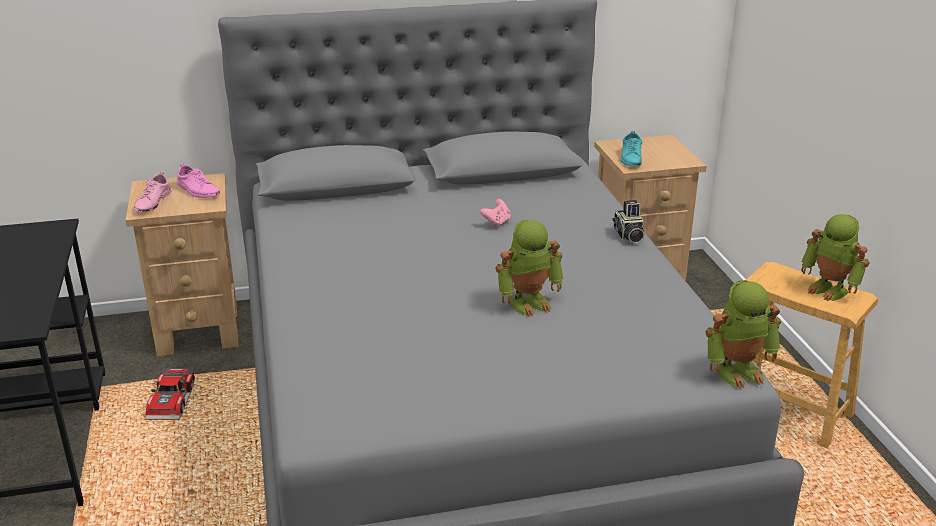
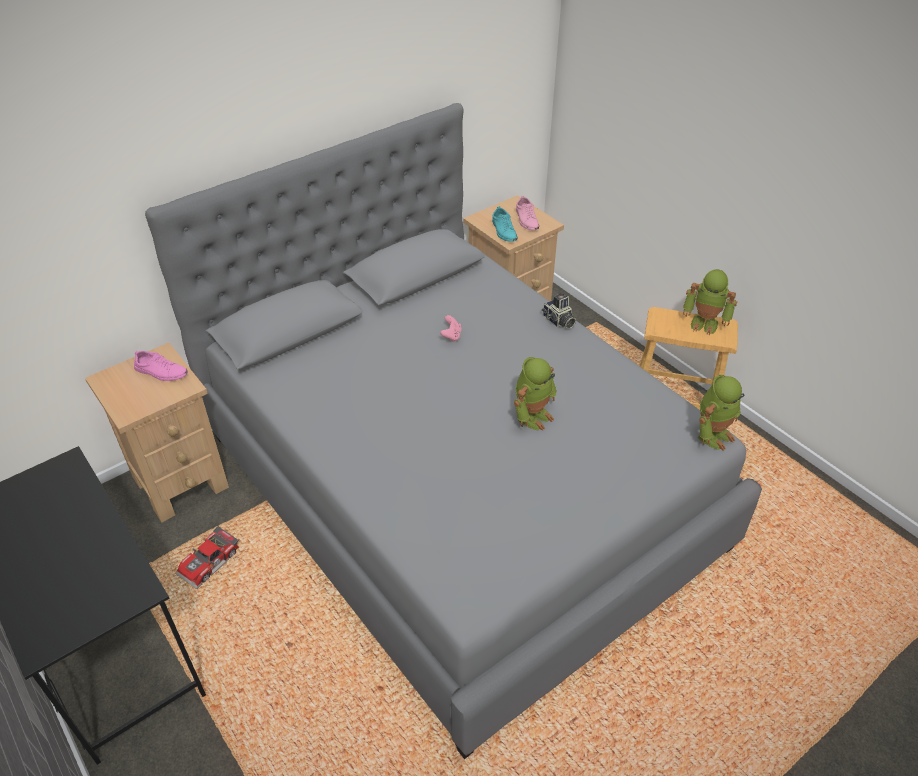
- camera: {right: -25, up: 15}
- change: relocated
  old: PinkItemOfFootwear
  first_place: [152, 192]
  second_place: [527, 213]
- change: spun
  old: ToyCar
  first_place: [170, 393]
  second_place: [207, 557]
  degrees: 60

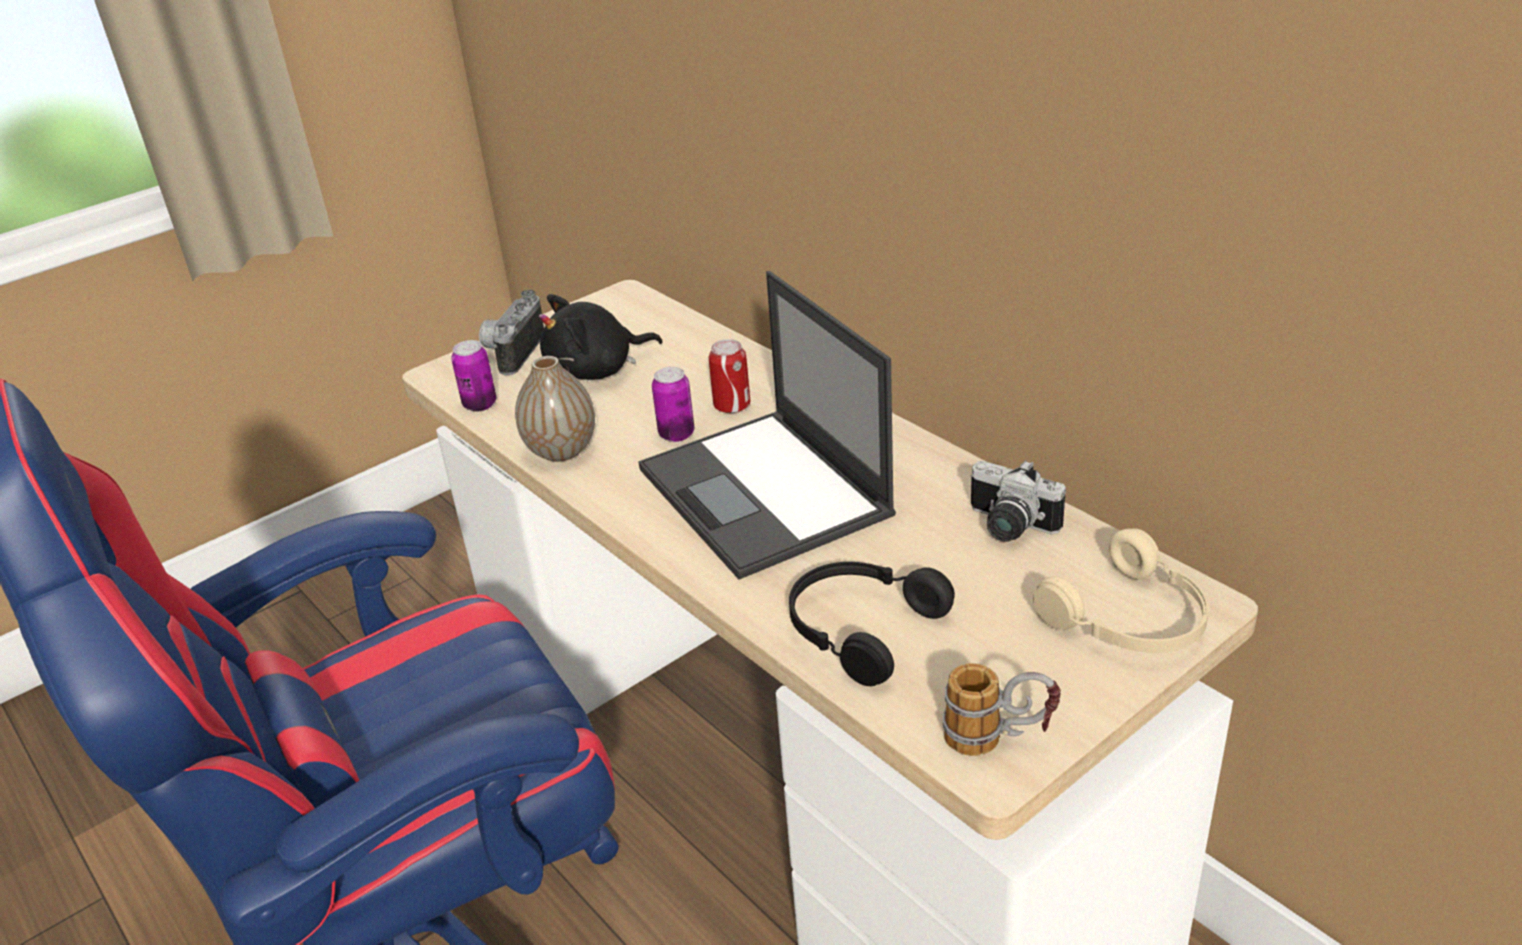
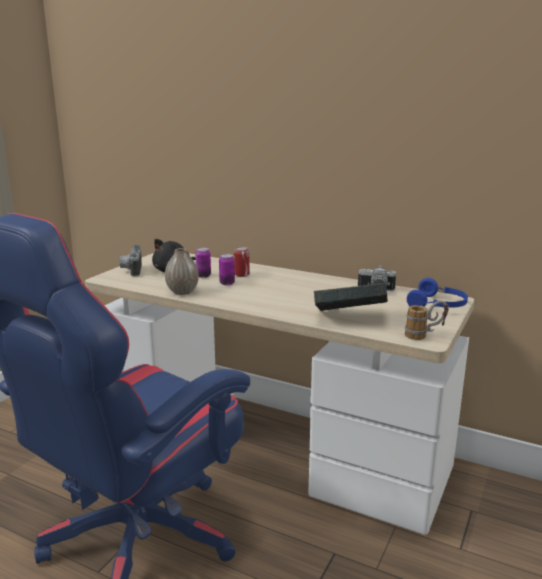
- camera: {right: -25, up: -15}
- change: missing
  old: NotebookComputer
  first_place: [767, 425]
- change: relocated
  old: SealedCan
  first_place: [473, 376]
  second_place: [203, 263]
- change: colour
  old: SandColouredPairOfHeadphones
  new: BluePairOfHeadphones
  first_place: [1121, 590]
  second_place: [437, 293]
- change: exchanged
  old: BlackColouredPairOfHeadphones
  new: Book
  first_place: [872, 624]
  second_place: [351, 297]

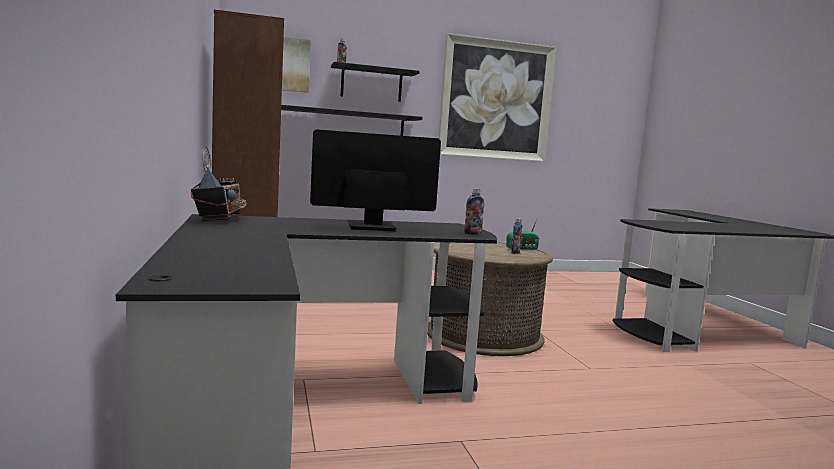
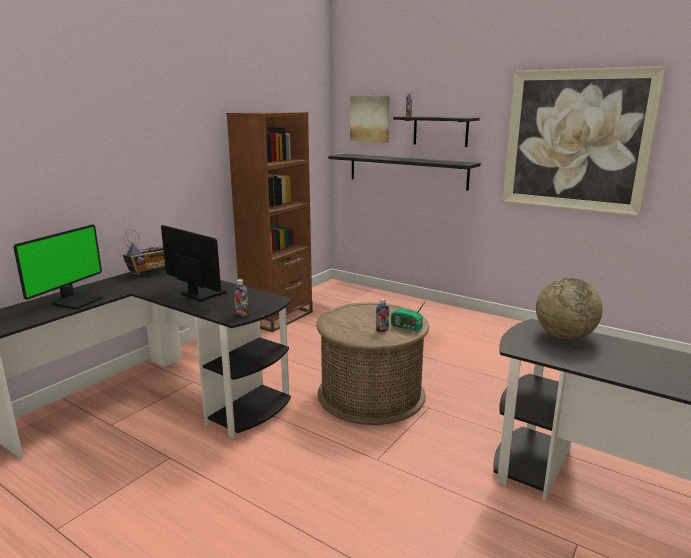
- camera: {right: 50, up: 10}
- change: appeared
  new: ComputerDisplay
  second_place: [58, 267]
- change: appeared
  new: DeskGlobe
  second_place: [569, 309]

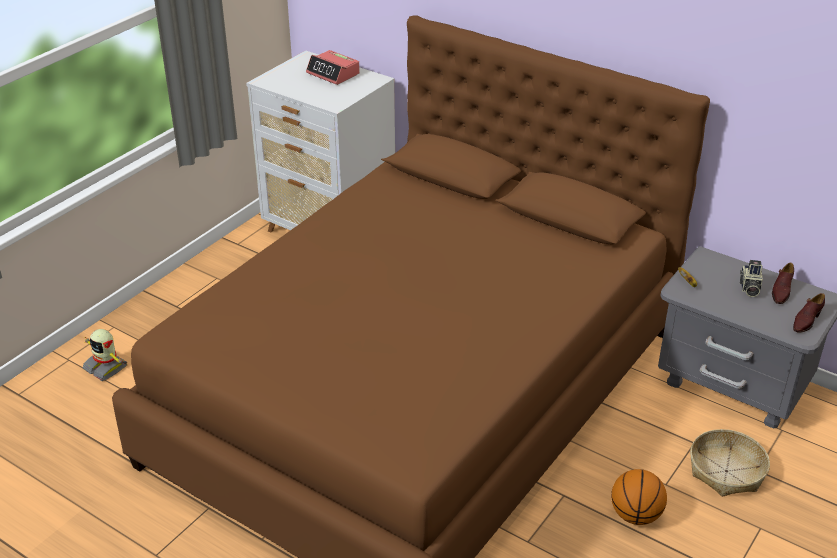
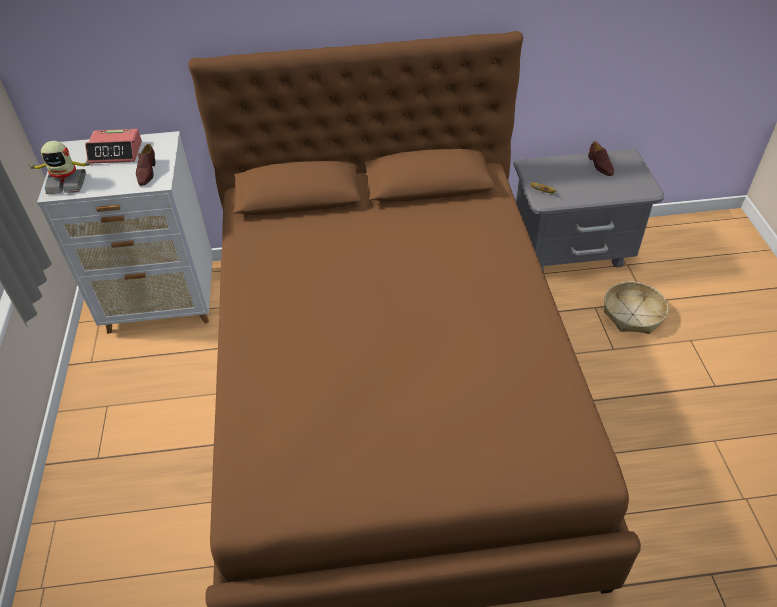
- camera: {right: -40, up: 10}
- change: missing
  old: PhotoCamera
  first_place: [751, 278]
- change: relocated
  old: BrownColouredItemOfFootwear
  first_place: [809, 313]
  second_place: [146, 165]
- change: relocated
  old: ToyRobot
  first_place: [104, 355]
  second_place: [59, 167]
- change: missing
  old: Basketball
  first_place: [639, 497]

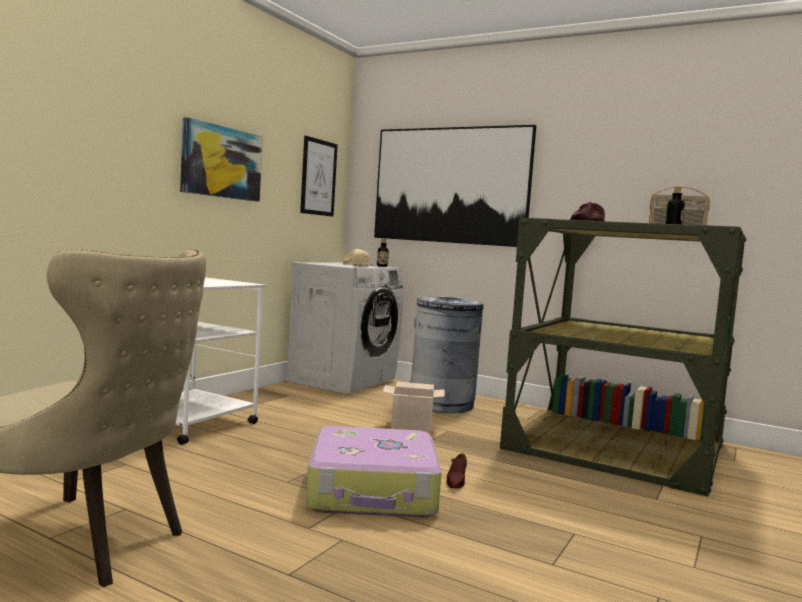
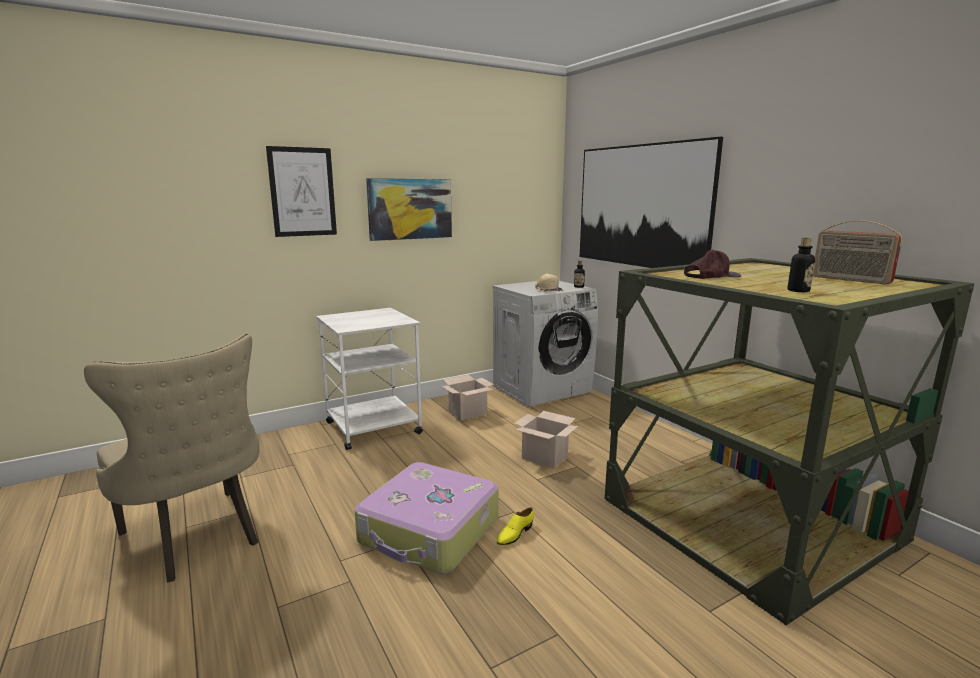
- camera: {right: 30, up: 10}
- change: relocated
  old: Picture
  first_place: [319, 176]
  second_place: [301, 191]
- change: missing
  old: GreyishRubbishBin
  first_place: [447, 354]
- change: colour
  old: BrownColouredItemOfFootwear
  new: YellowItemOfFootwear
  first_place: [456, 470]
  second_place: [515, 526]
- change: appeared
  new: CardboardBox
  second_place: [468, 397]

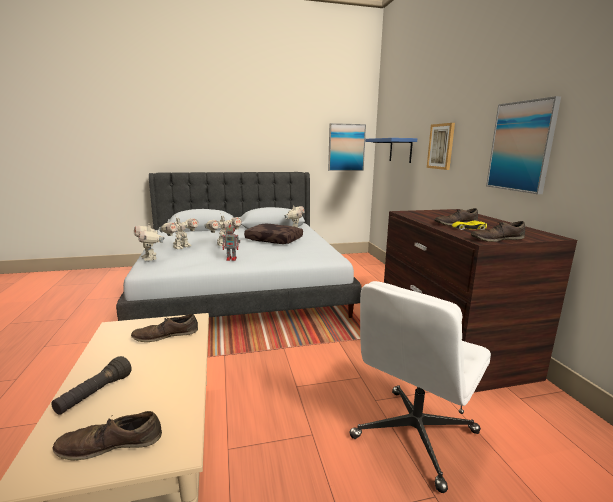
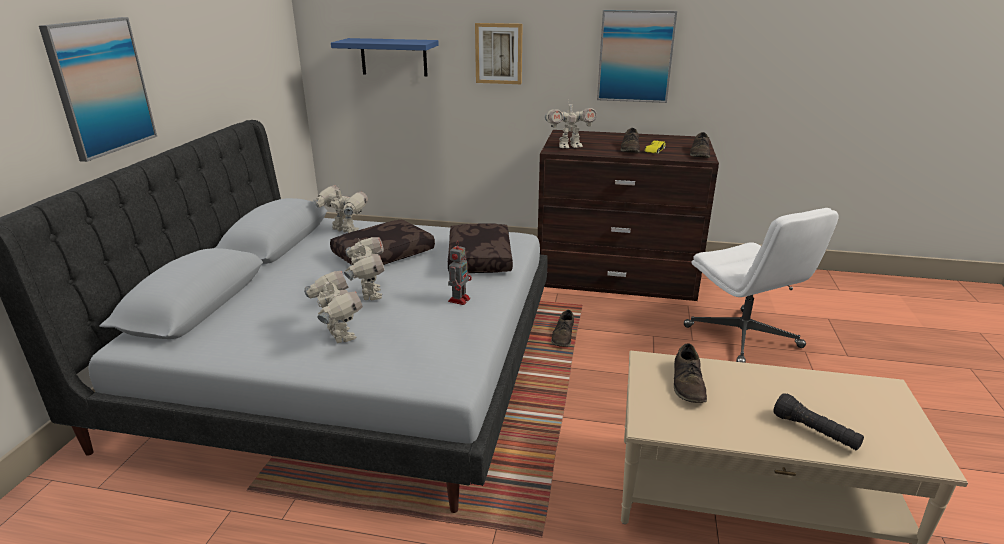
- camera: {right: -65, up: 10}
- change: relocated
  old: Picture
  first_place: [347, 147]
  second_place: [98, 89]
- change: relocated
  old: ToyRobot
  first_place: [149, 242]
  second_place: [571, 124]
- change: relocated
  old: BrownColouredItemOfFootwear
  first_place: [107, 436]
  second_place: [562, 328]
- change: appeared
  new: BrownColouredPillow
  second_place: [480, 248]

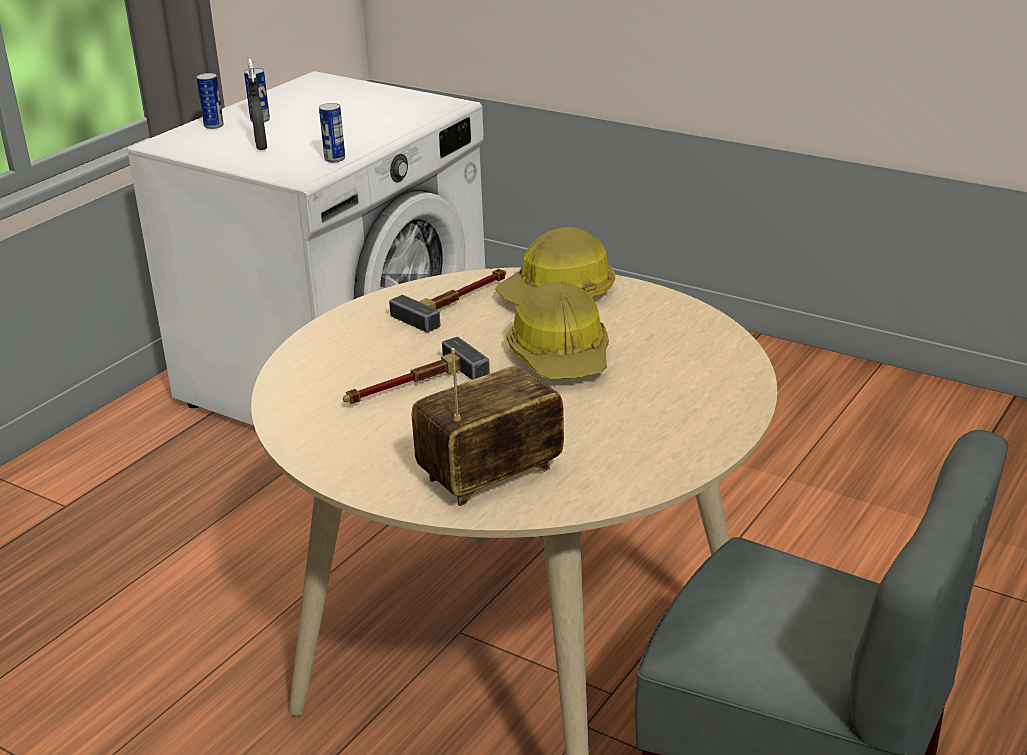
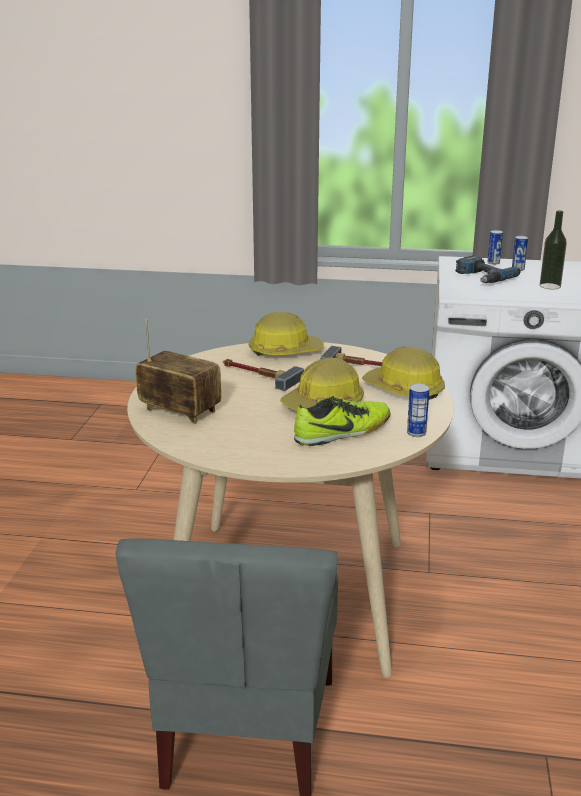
- camera: {right: 65, up: -5}
- change: exchanged
  old: GreyishHandSprayer
  new: ElectricDrill
  first_place: [257, 104]
  second_place: [487, 269]
- change: relocated
  old: SealedCan
  first_place: [332, 132]
  second_place: [418, 410]
- change: appeared
  new: Bottle
  second_place: [553, 250]
- change: appeared
  new: HardHat
  second_place: [286, 334]
- change: appeared
  new: ItemOfFootwear
  second_place: [342, 421]

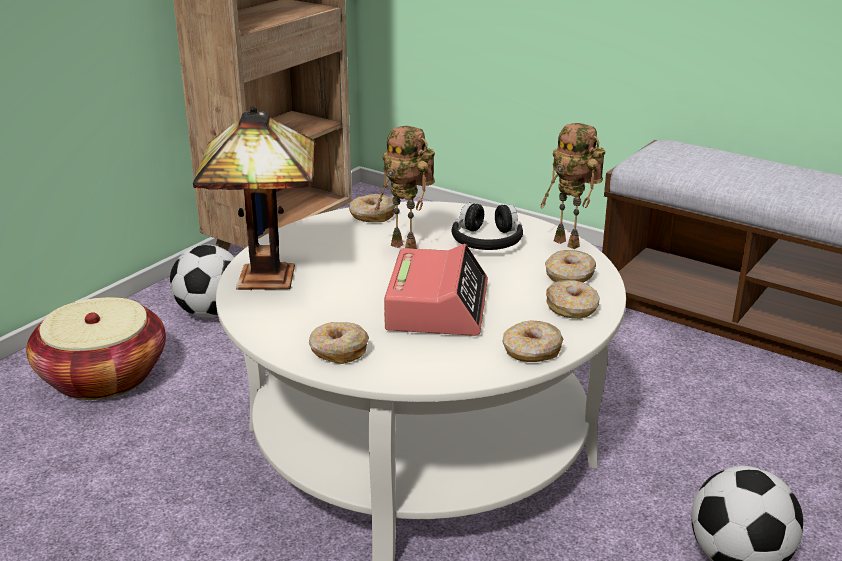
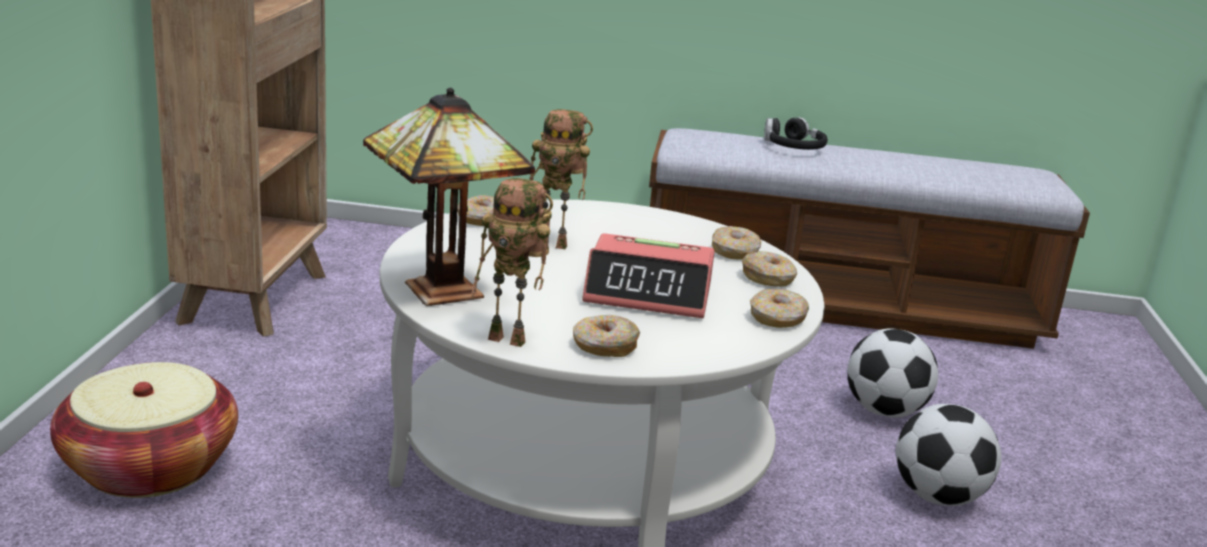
- camera: {right: -30, up: -5}
- change: relocated
  old: ToyRobot
  first_place: [572, 186]
  second_place: [512, 262]
- change: relocated
  old: BlackColouredPairOfHeadphones
  first_place: [487, 226]
  second_place: [796, 133]
- change: spun
  old: BedsideClock
  first_place: [436, 290]
  second_place: [648, 275]
  degrees: 120
- change: relocated
  old: FootballBall
  first_place: [202, 281]
  second_place: [892, 373]

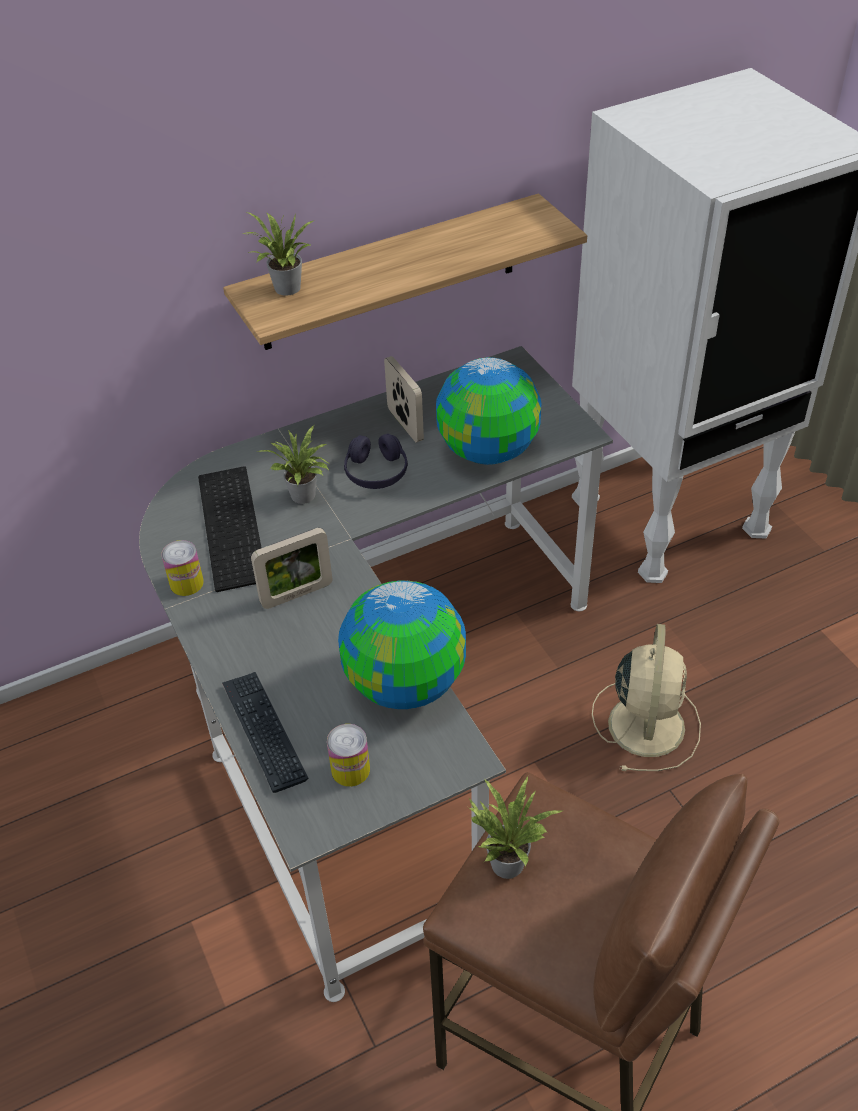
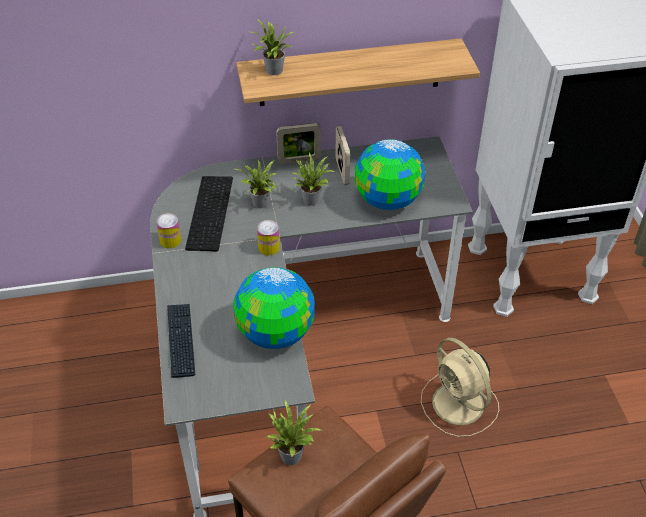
- camera: {right: 15, up: 0}
- change: exchanged
  old: PurplePairOfHeadphones
  new: Houseplant
  first_place: [376, 461]
  second_place: [314, 179]
- change: relocated
  old: StandingFrame
  first_place: [291, 568]
  second_place: [298, 143]
- change: spun
  old: SandColouredCoolingFan
  first_place: [646, 697]
  second_place: [460, 387]
  degrees: 120
- change: relocated
  old: SealedCan
  first_place: [348, 755]
  second_place: [268, 238]

